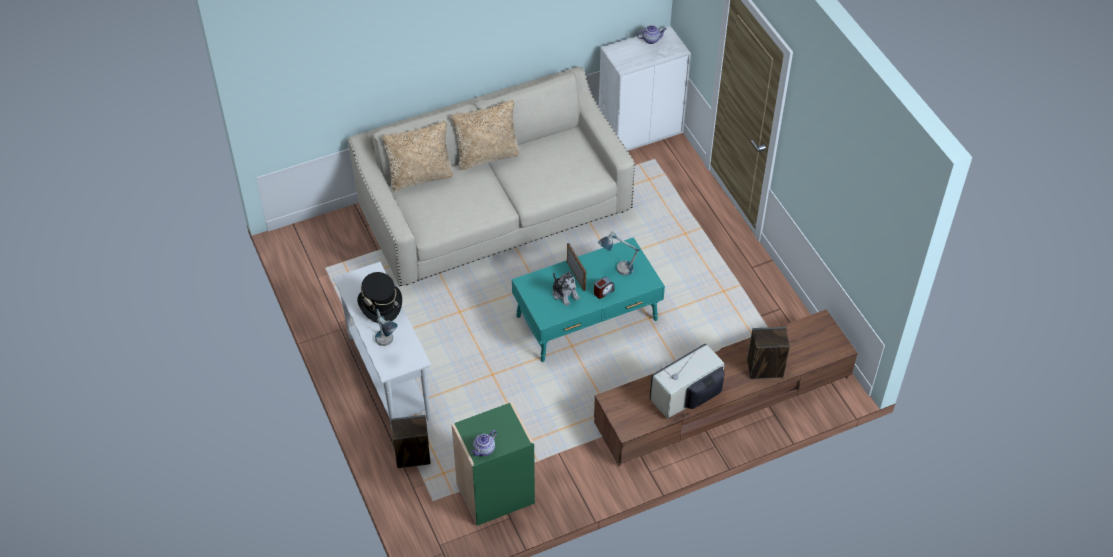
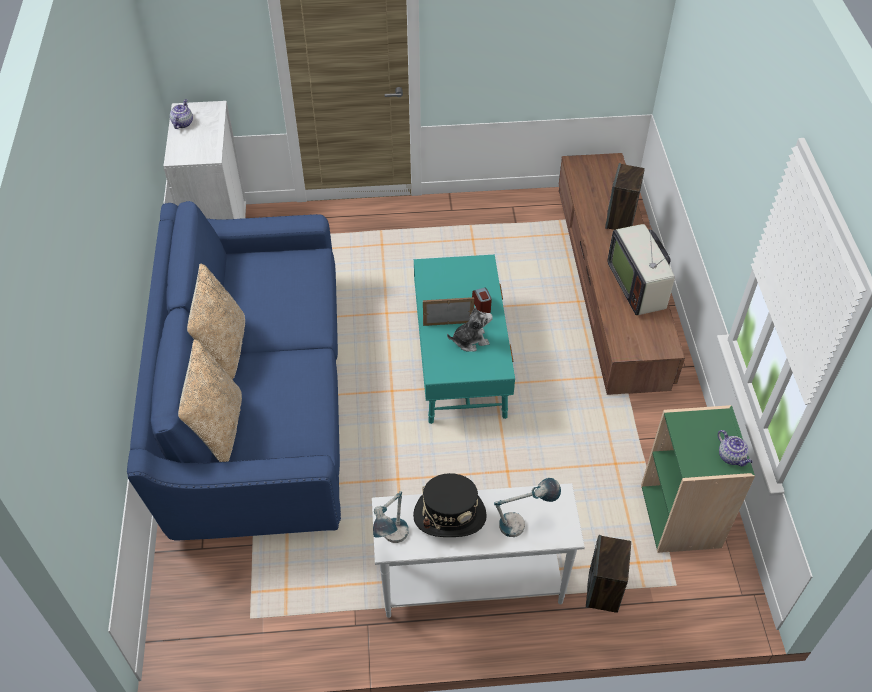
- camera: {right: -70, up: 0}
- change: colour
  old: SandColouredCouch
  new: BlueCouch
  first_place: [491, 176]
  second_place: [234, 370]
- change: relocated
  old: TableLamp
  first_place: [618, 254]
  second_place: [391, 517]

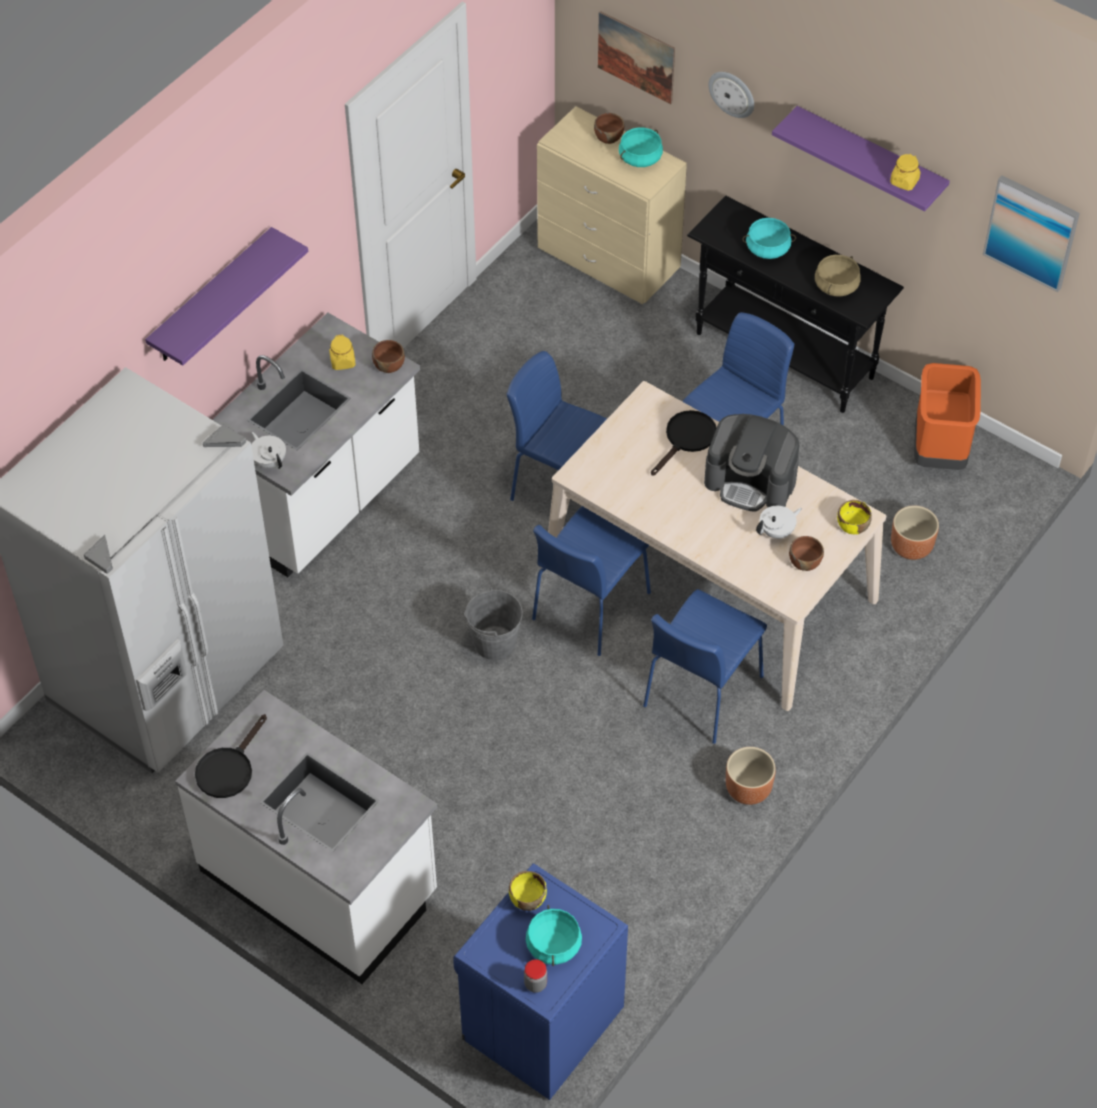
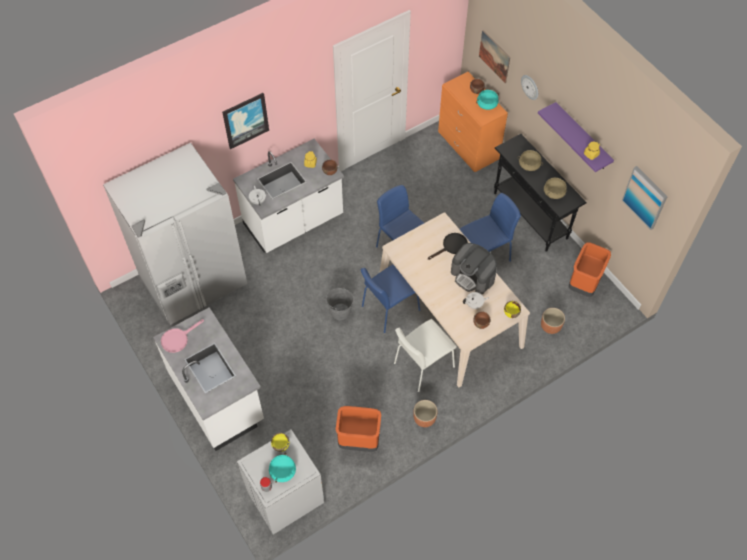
- camera: {right: 20, up: 5}
- change: colour
  old: SandColouredDresser
  new: OrangeColouredDresser
  first_place: [612, 205]
  second_place: [473, 122]
- change: colour
  old: TurquoiseStockpot
  new: SandColouredStockpot
  first_place: [769, 238]
  second_place: [530, 160]
- change: exchanged
  old: PurpleBracketShelf
  new: Picture
  first_place: [226, 296]
  second_place: [245, 121]
- change: colour
  old: BluePlainChair
  new: WhitePlainChair
  first_place: [705, 666]
  second_place: [425, 355]
- change: colour
  old: BlackColouredFryingPan
  new: PinkFryingPan
  first_place: [231, 756]
  second_place: [182, 336]
- change: colour
  old: BlueWashingMachine
  new: WhiteWashingMachine
  first_place: [540, 981]
  second_place: [280, 482]
- change: appeared
  new: OrangeColouredRubbishBin
  second_place: [358, 429]

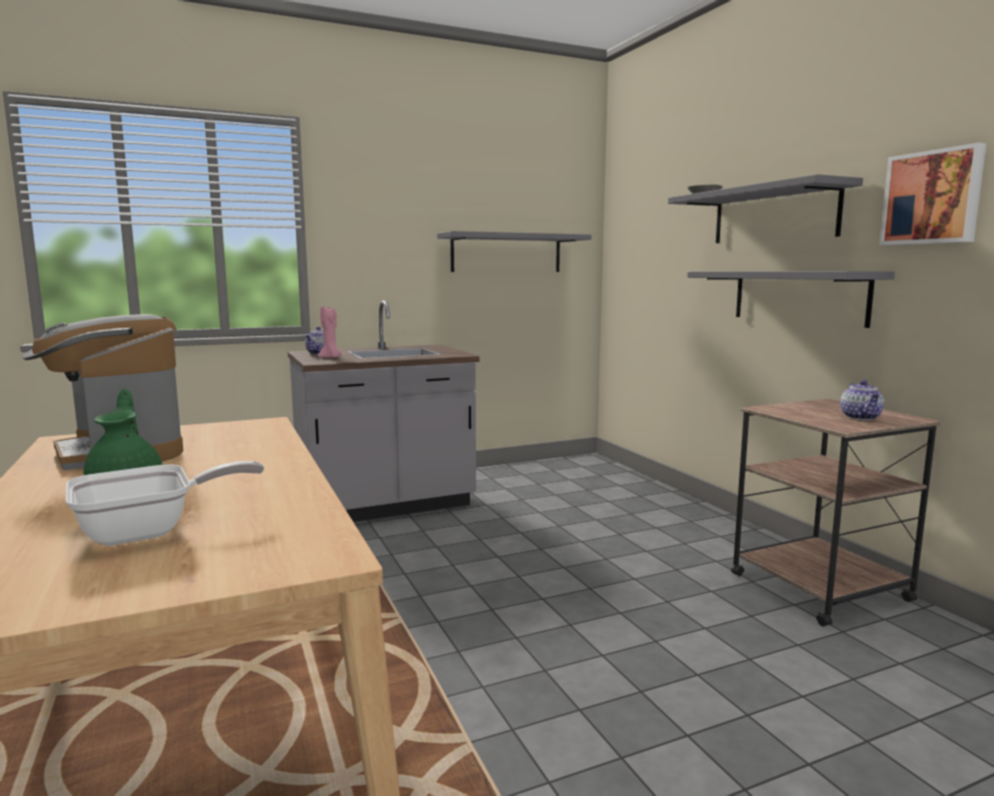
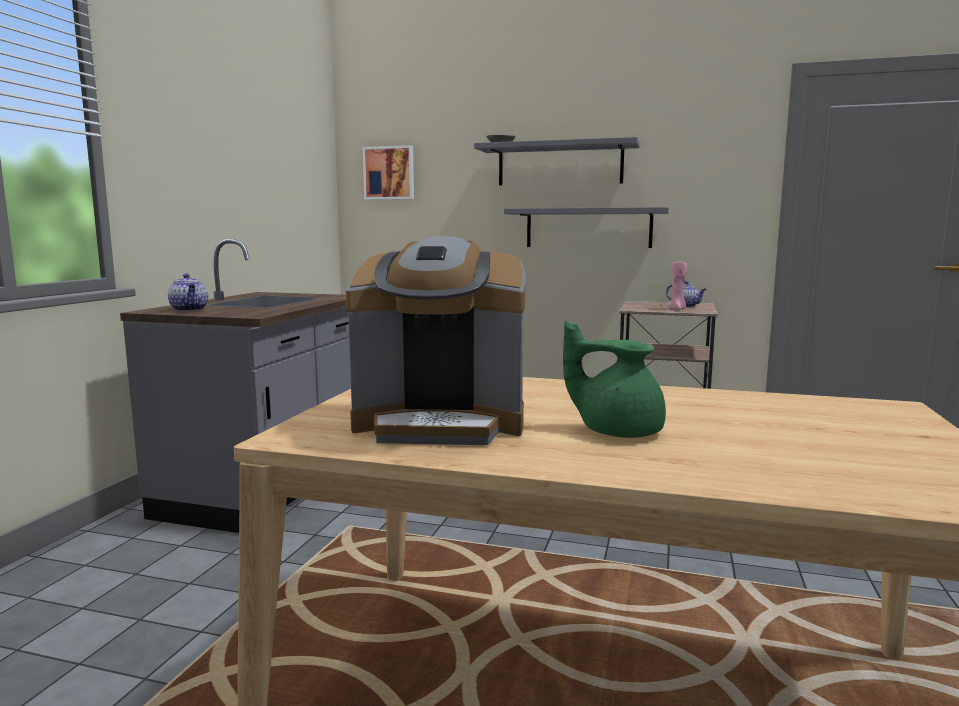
- camera: {right: -50, up: 0}
- change: relocated
  old: Picture
  first_place: [932, 194]
  second_place: [388, 172]
- change: missing
  old: GreyishBracketShelf
  first_place: [514, 251]
- change: relocated
  old: PinkWaxCandle
  first_place: [329, 332]
  second_place: [677, 285]
- change: missing
  old: FryingPan
  first_place: [164, 503]

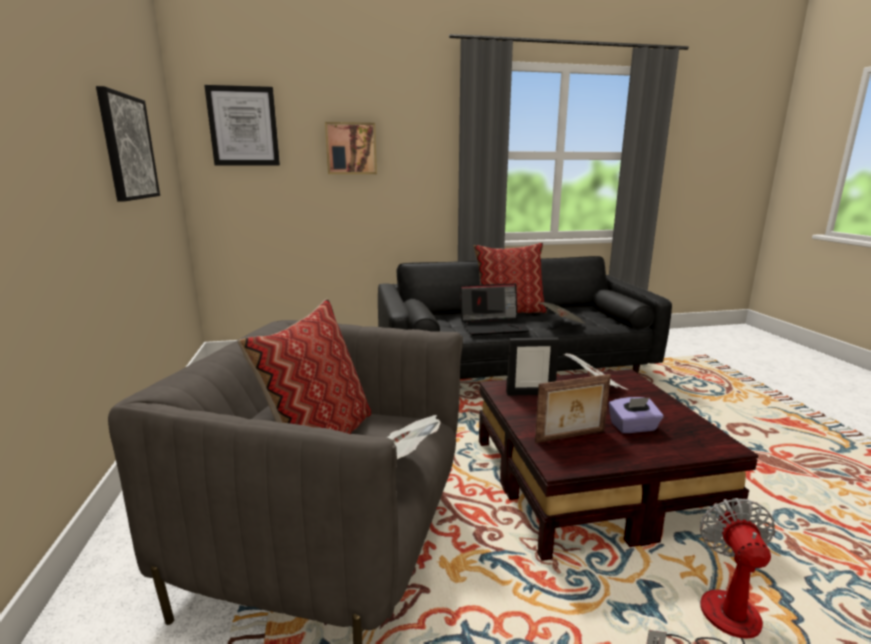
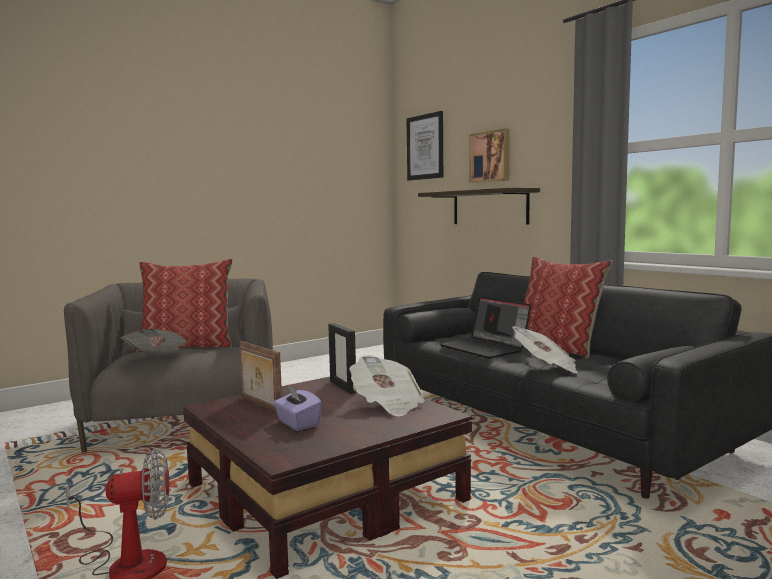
- camera: {right: 65, up: -10}
- change: missing
  old: Picture
  first_place: [128, 143]
- change: appeared
  new: BracketShelf
  second_place: [479, 206]

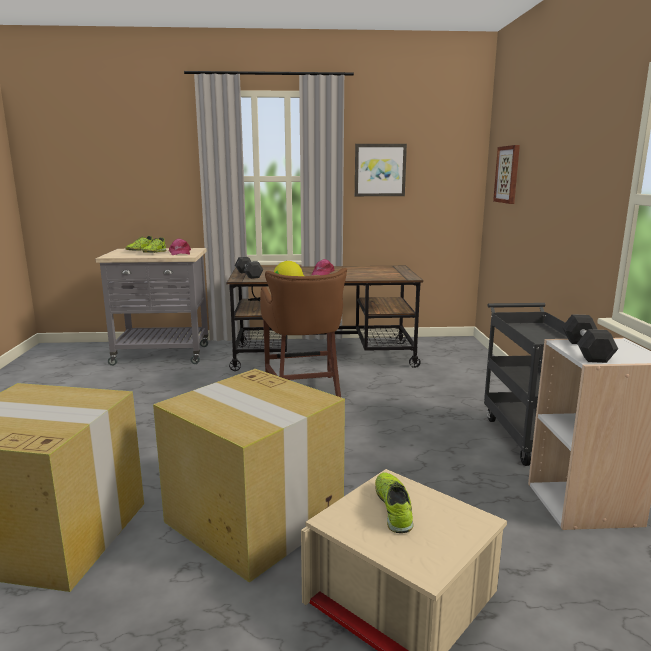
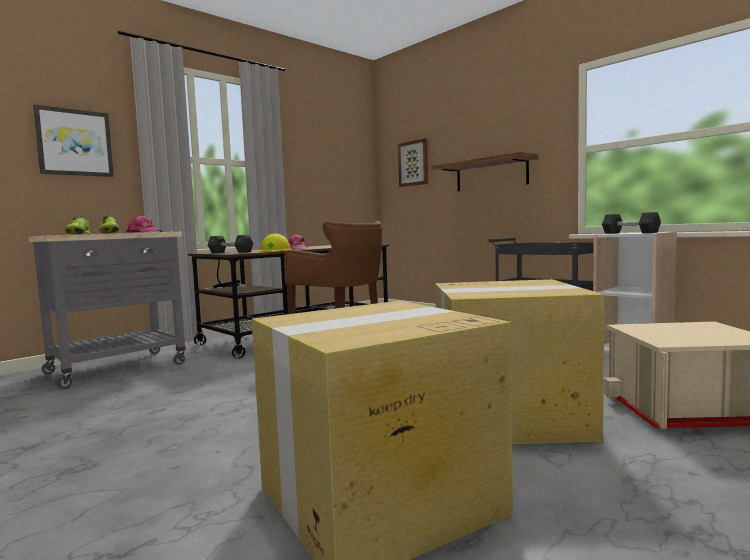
- camera: {right: -40, up: -10}
- change: relocated
  old: Picture
  first_place: [381, 170]
  second_place: [73, 141]
- change: missing
  old: ItemOfFootwear
  first_place: [394, 502]
- change: appeared
  new: BracketShelf
  second_place: [484, 171]

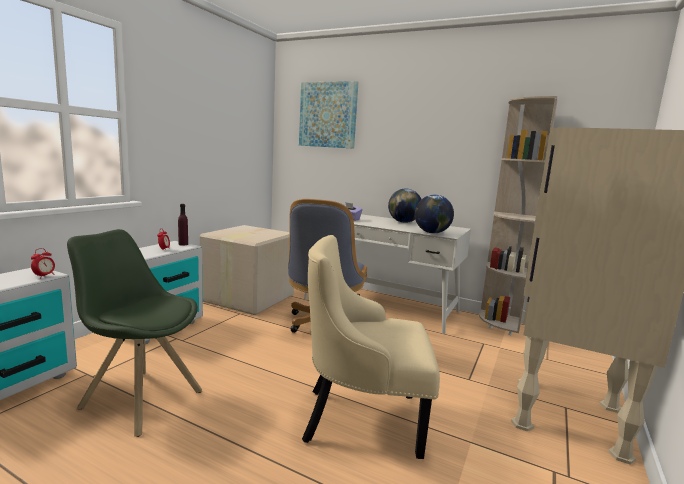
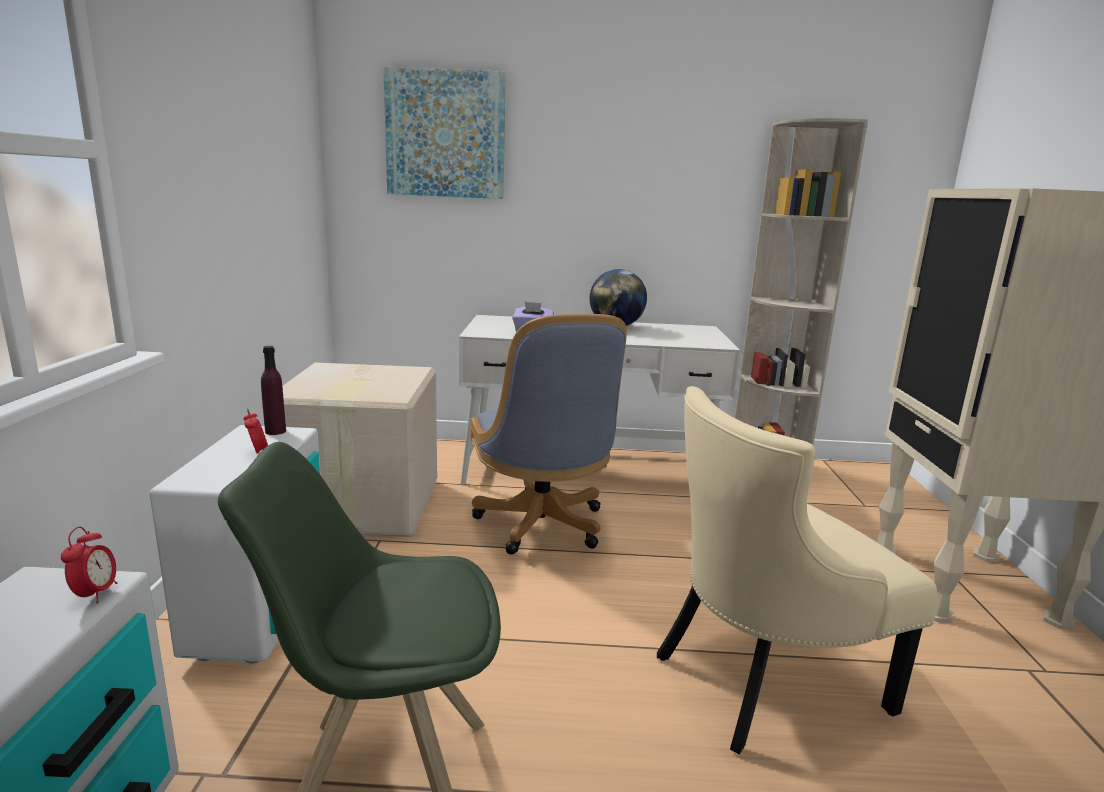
- camera: {right: -25, up: 5}
- change: missing
  old: DeskGlobe
  first_place: [434, 214]

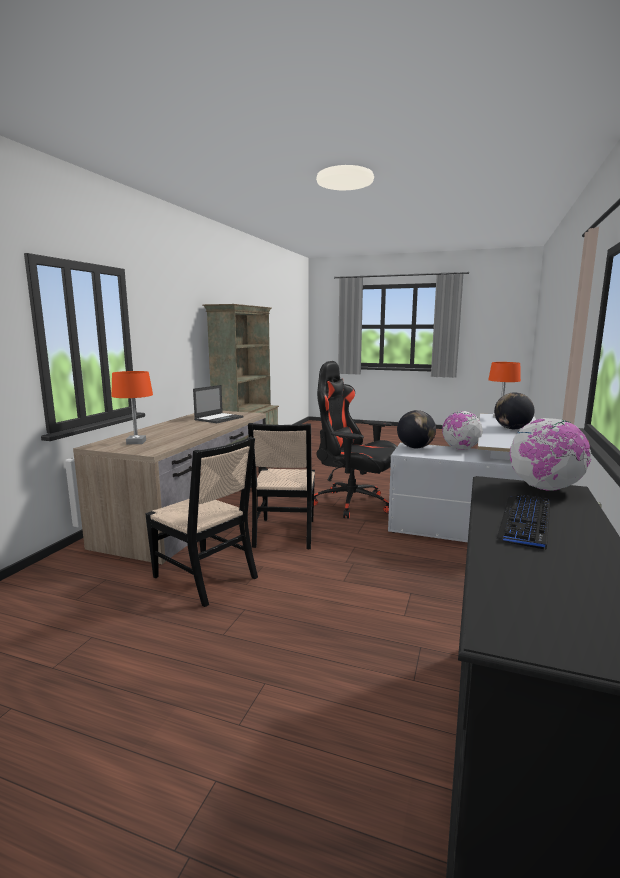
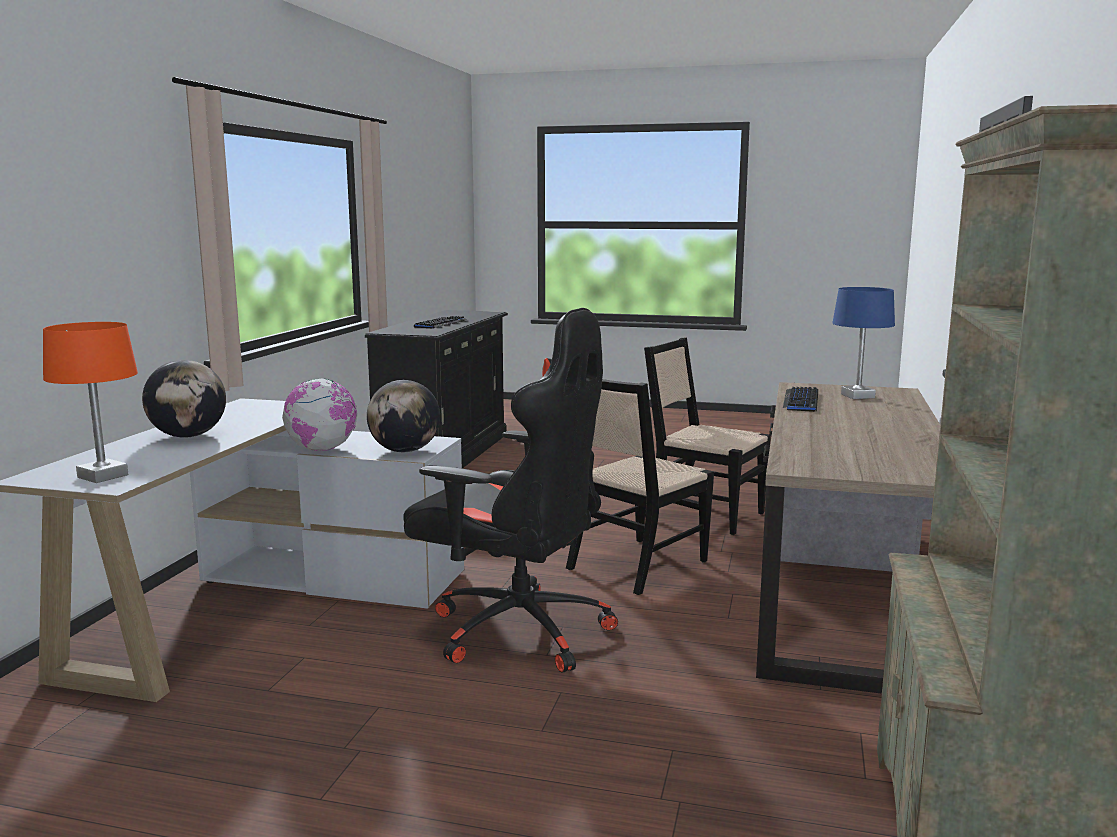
- camera: {right: 175, up: 0}
- change: colour
  old: OrangeColouredTableLamp
  new: BlueTableLamp
  first_place: [132, 407]
  second_place: [864, 343]
- change: missing
  old: NotebookComputer
  first_place: [218, 404]
- change: missing
  old: DeskGlobe
  first_place: [550, 454]
- change: spun
  old: PlainChair
  first_place: [281, 486]
  second_place: [640, 487]
  degrees: -135
- change: appeared
  new: Keyboard
  second_place: [800, 399]

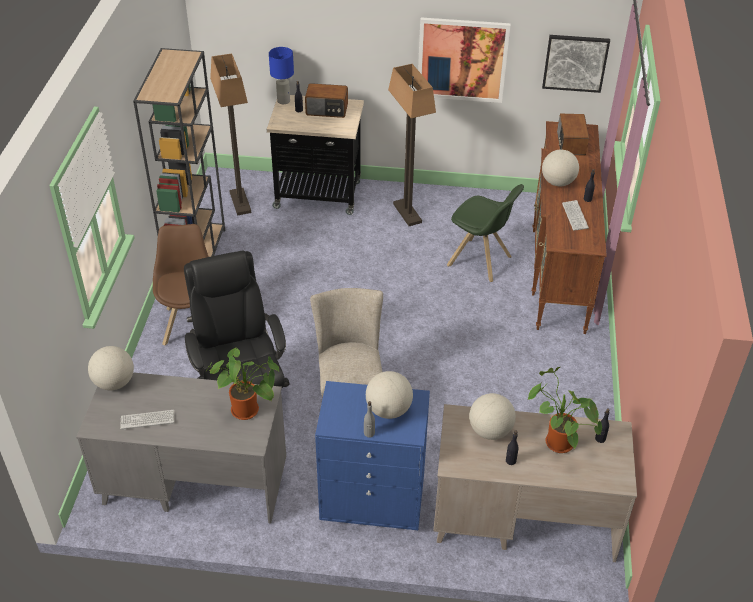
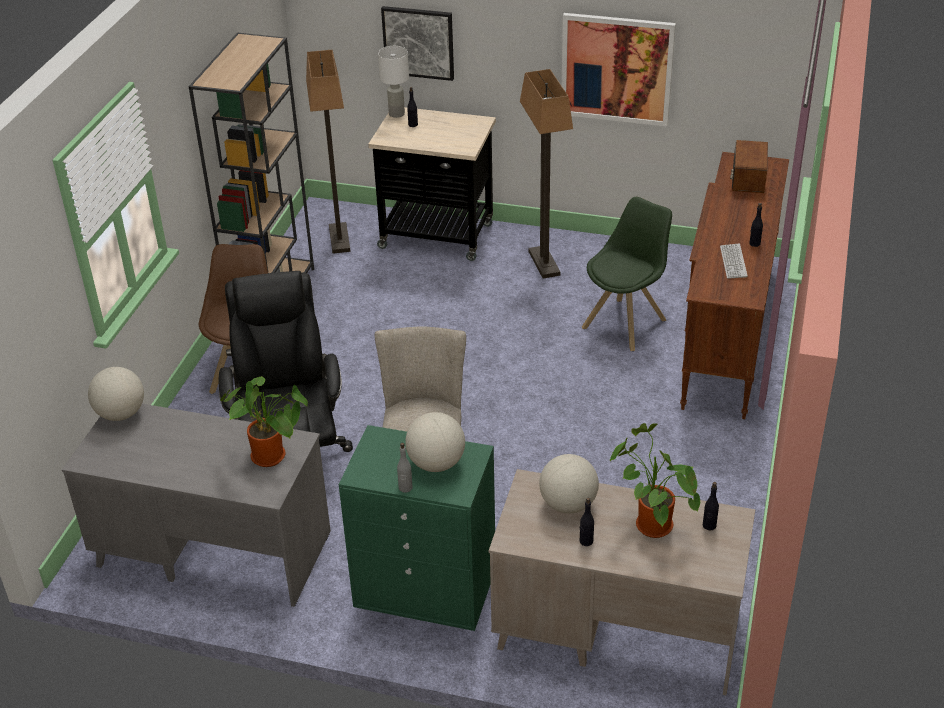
- camera: {right: 10, up: -5}
- change: relocated
  old: Picture
  first_place: [576, 64]
  second_place: [417, 43]
- change: colour
  old: BlueTableLamp
  new: WhiteTableLamp
  first_place: [281, 75]
  second_place: [393, 82]
- change: missing
  old: RadioReceiver
  first_place: [326, 100]
- change: missing
  old: DeskGlobe
  first_place: [560, 168]
- change: spun
  old: GreenishPlainChair
  first_place: [485, 233]
  second_place: [627, 274]
  degrees: -90
- change: colour
  old: BlueStorageCabinet
  new: GreenishStorageCabinet
  first_place: [372, 455]
  second_place: [417, 528]
- change: missing
  old: Keyboard
  first_place: [147, 420]

